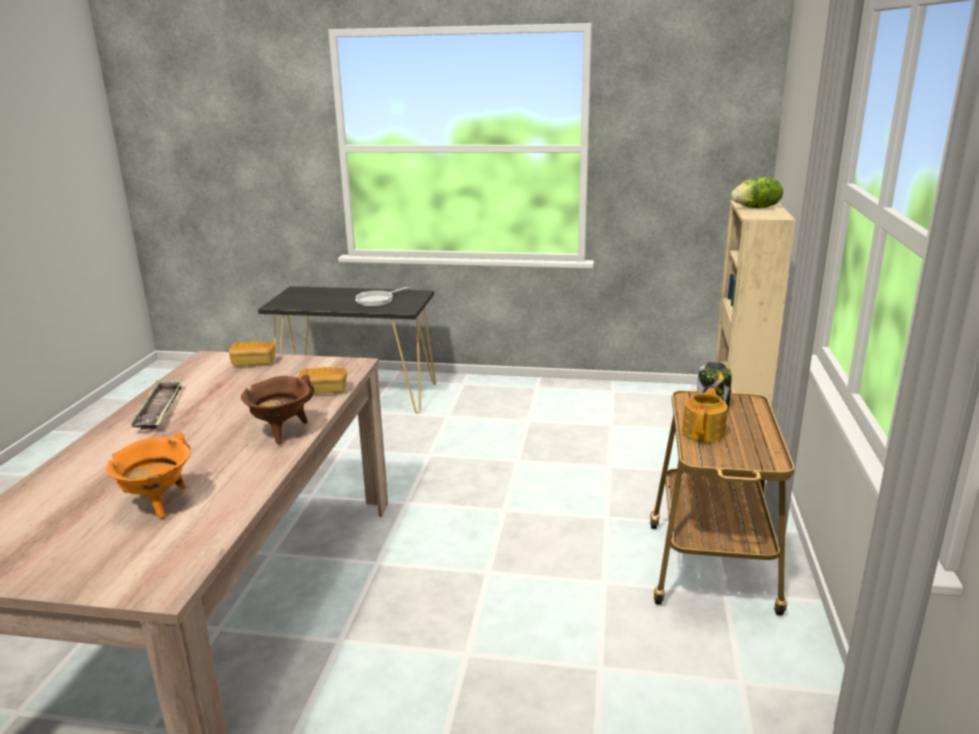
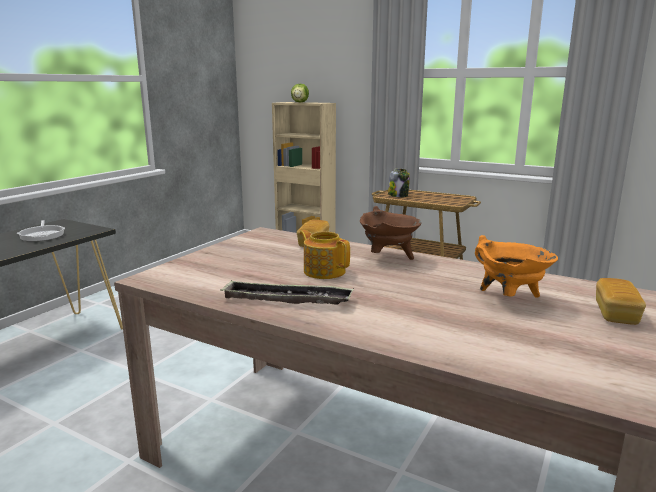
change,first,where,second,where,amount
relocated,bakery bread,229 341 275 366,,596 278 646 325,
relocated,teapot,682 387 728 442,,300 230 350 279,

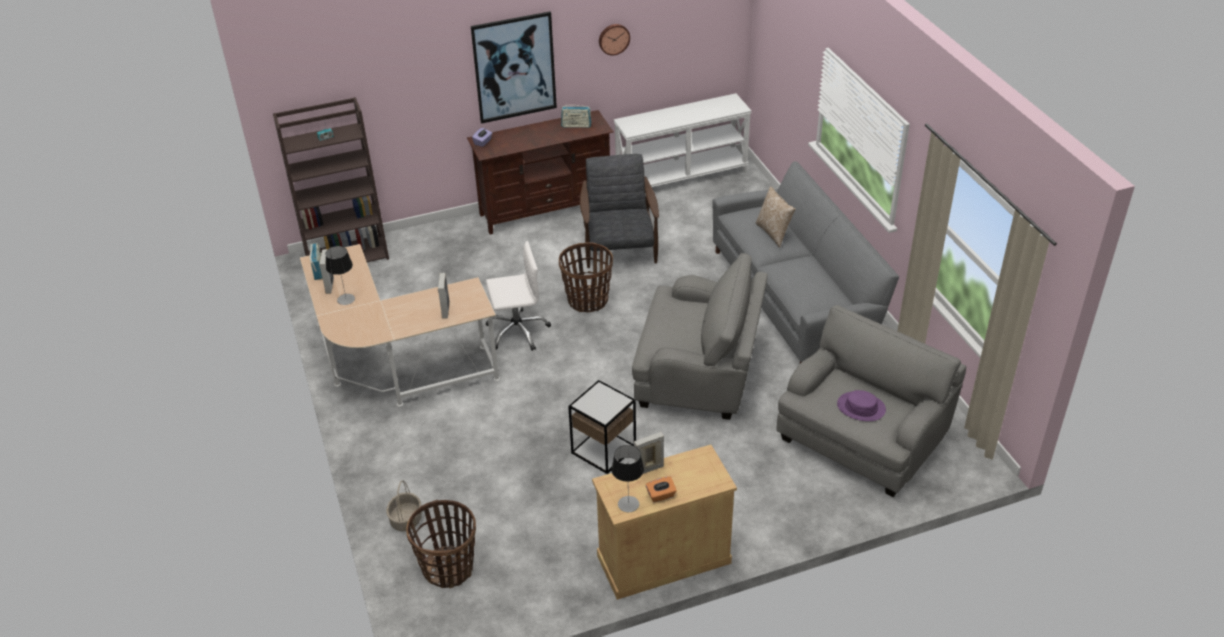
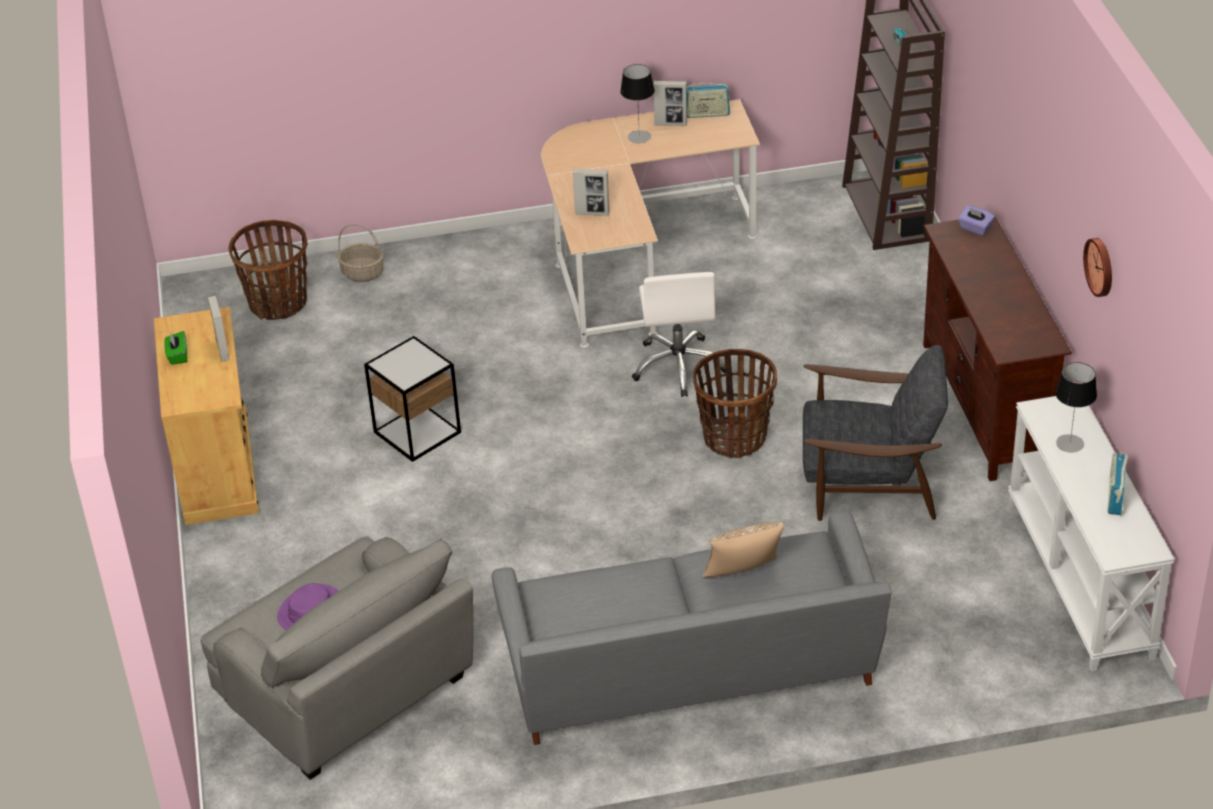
change,first,where,second,where,amount
missing,picture,471 11 557 124,,,
relocated,radio receiver,561 104 591 128,,1107 451 1128 515,
missing,easy chair (grey),632 253 768 420,,,
relocated,table lamp,612 445 644 512,,1055 362 1097 453,
colour,tissue box (orange),646 477 677 502,tissue box (green),164 331 187 365,

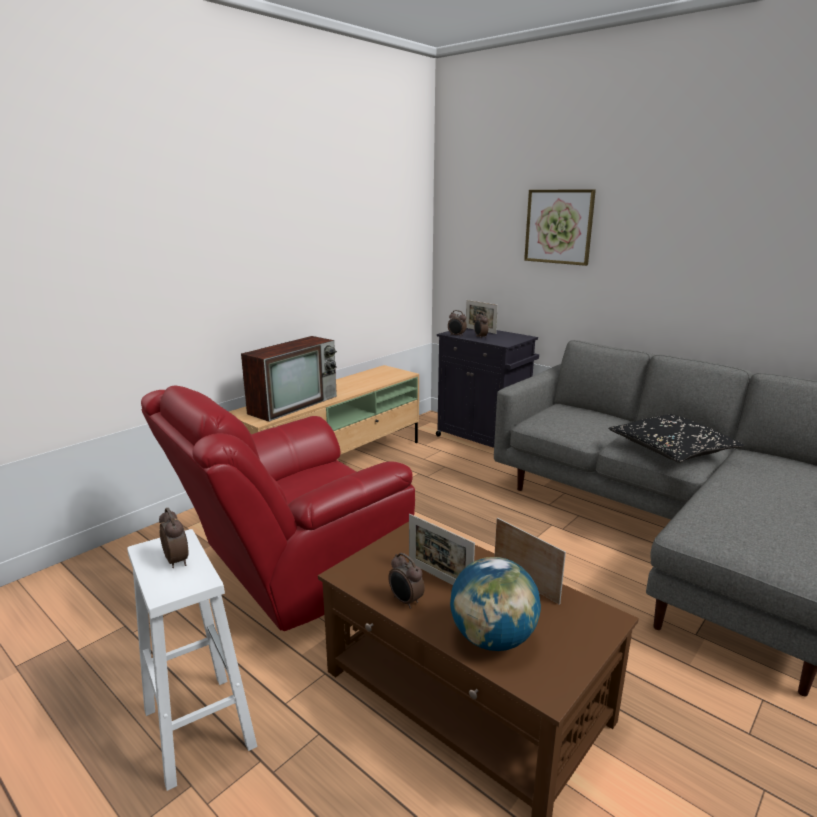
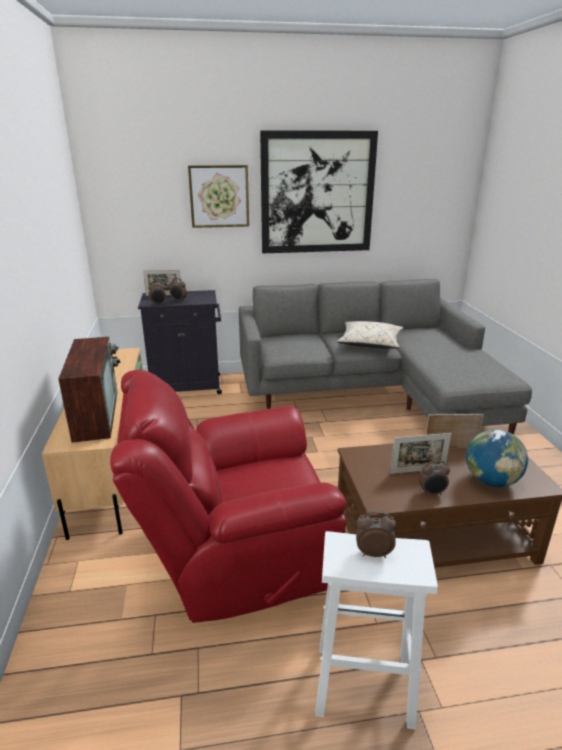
change,first,where,second,where,amount
spun,easy chair (red-coloured),141 386 415 631,,110 370 346 623,75 degrees clockwise
colour,cushion (black),609 414 744 463,cushion (beige-coloured),336 321 403 349,
appeared,,,picture,260 130 378 253,

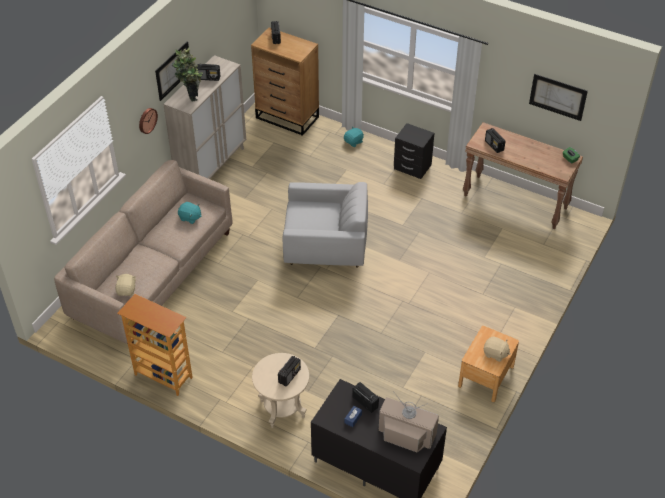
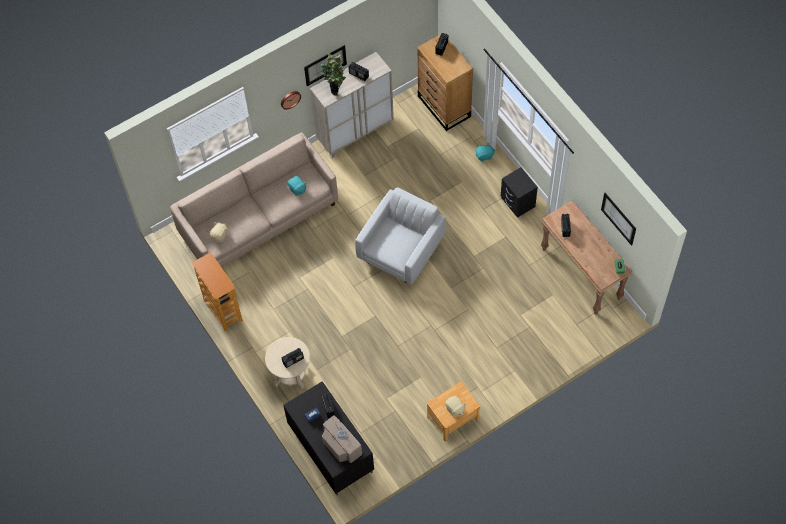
change,first,where,second,where,amount
spun,easy chair (white-coloured),282 182 368 268,,355 187 445 285,90 degrees counterclockwise

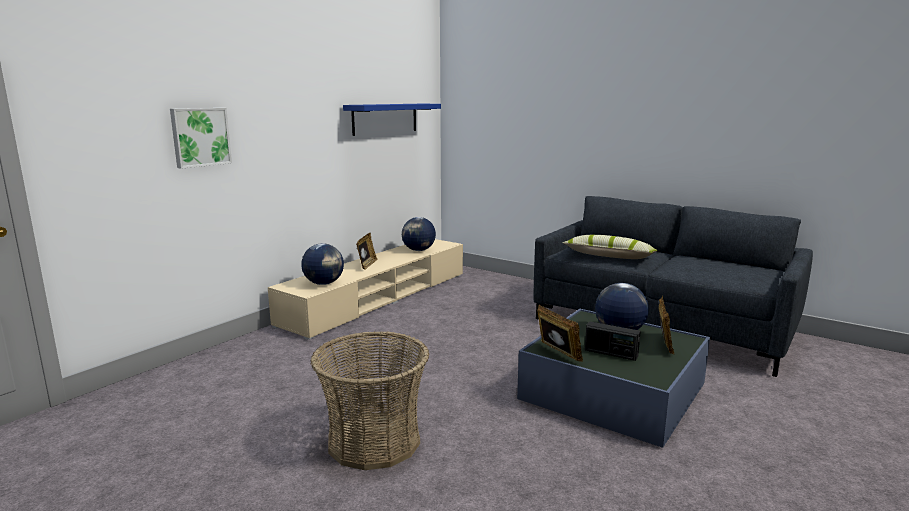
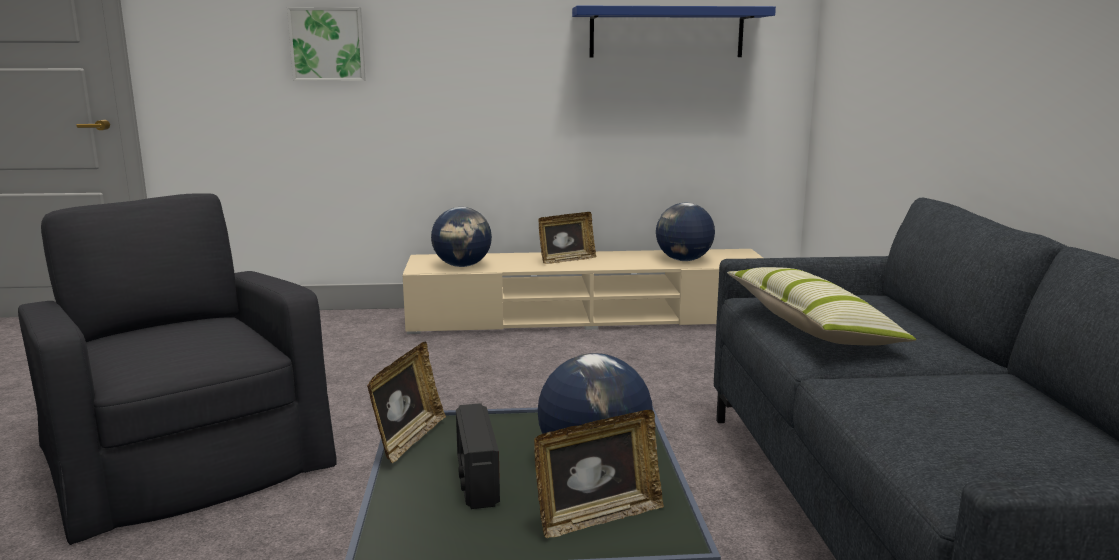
change,first,where,second,where,amount
exchanged,storage basket,311 331 429 470,easy chair (black),18 193 337 545,

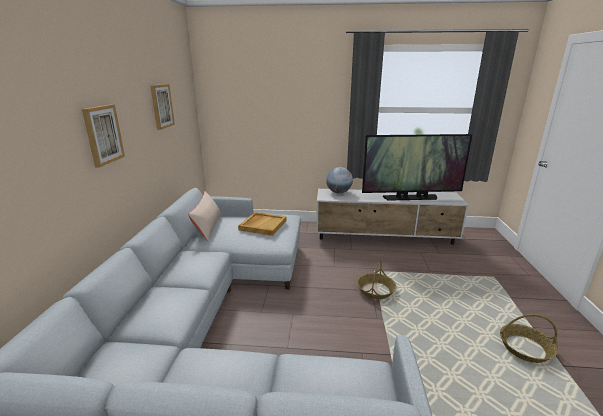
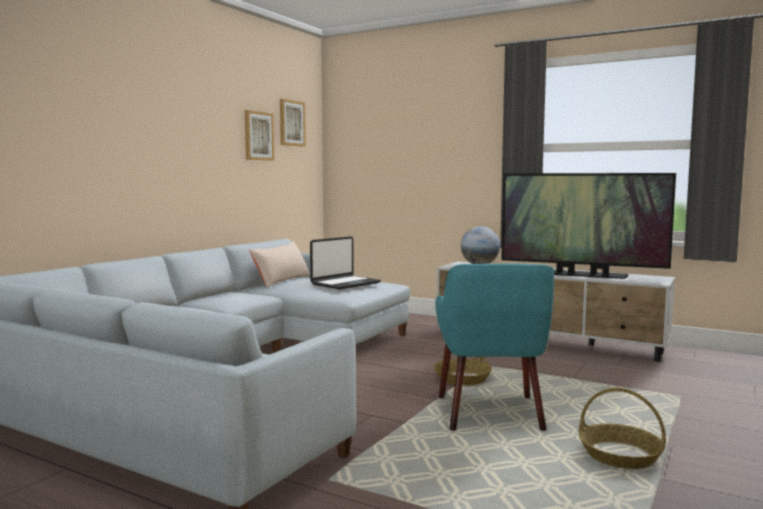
change,first,where,second,where,amount
relocated,picture,82 104 125 168,,280 99 306 147,
exchanged,serving tray (beige-coloured),238 212 287 236,notebook computer,310 236 381 290,
appeared,,,easy chair (blue-green),435 263 554 431,

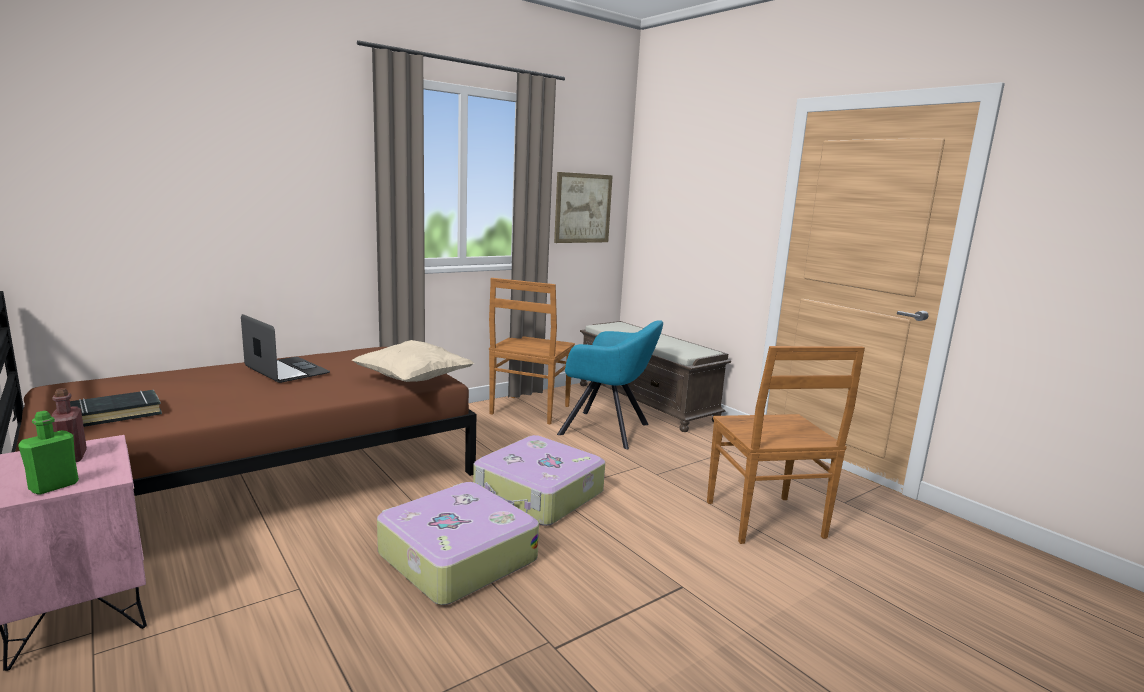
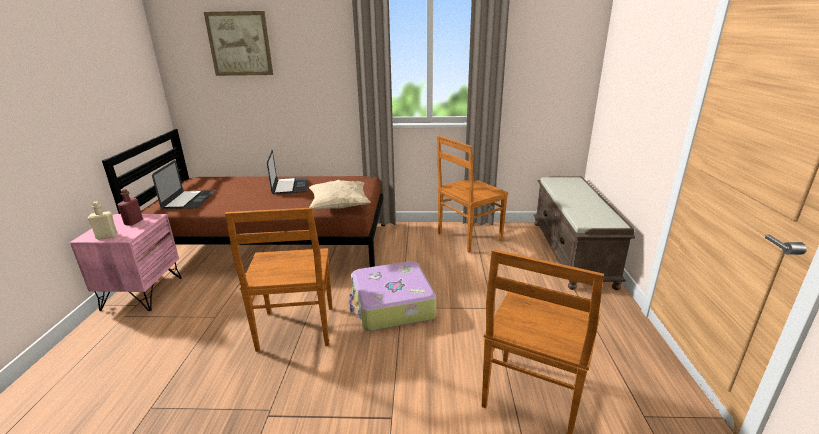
change,first,where,second,where,amount
relocated,picture,554 172 613 243,,204 11 273 76,
missing,easy chair (blue-green),557 320 663 449,,,
exchanged,book (black),70 390 162 427,notebook computer,152 160 215 209,
colour,bottle (green),18 411 79 495,bottle (beige-coloured),88 202 117 240,
exchanged,travel case,377 482 539 605,upright chair (brownish),225 208 333 352,

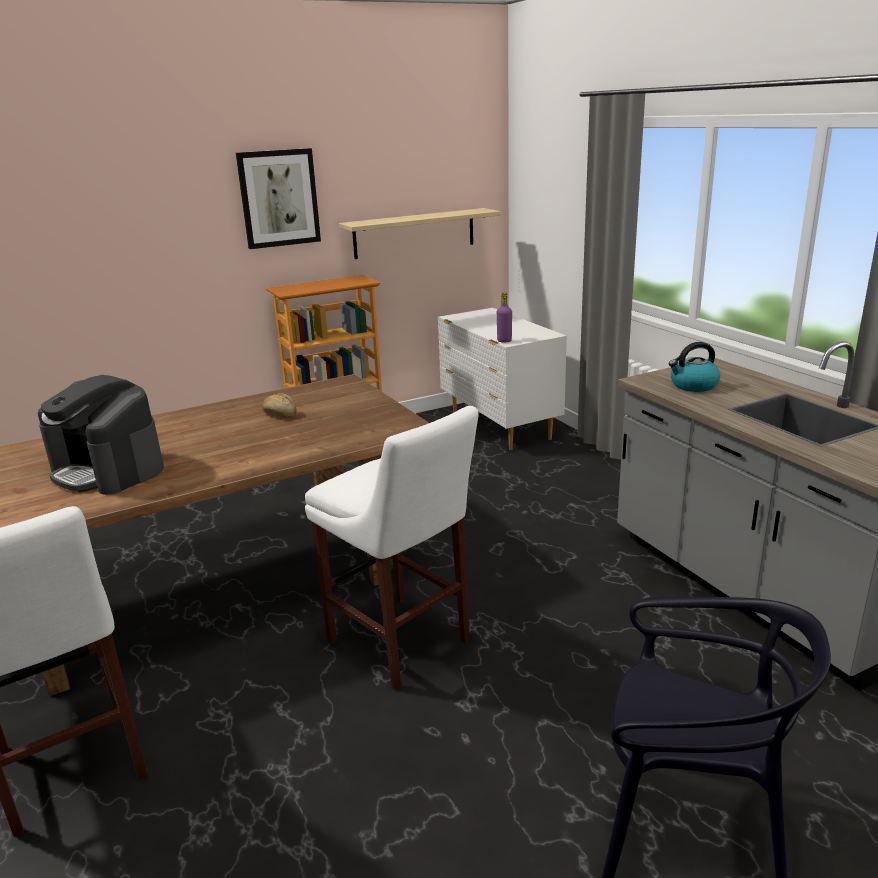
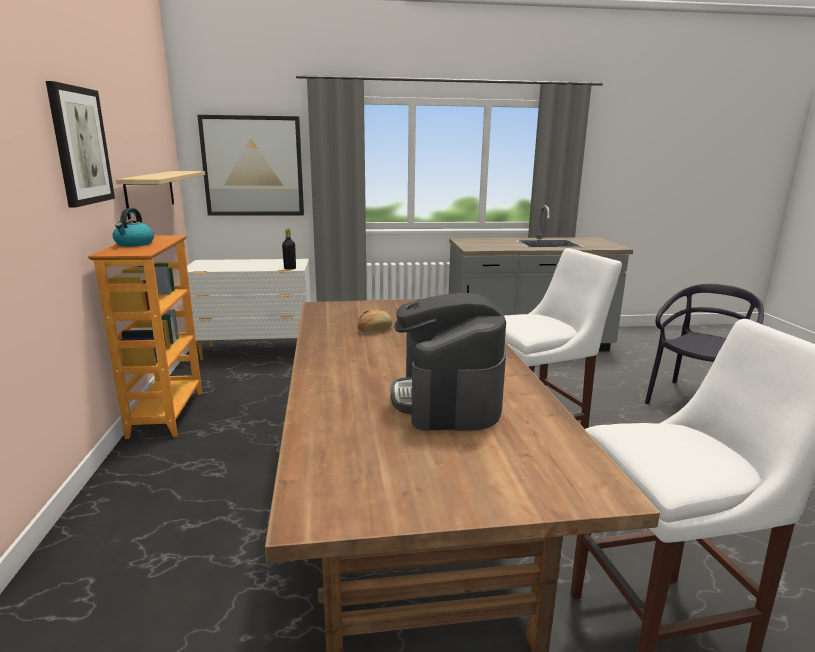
change,first,where,second,where,amount
colour,bottle (purplish),497 293 512 343,bottle (black),282 229 296 270,
relocated,tea kettle,669 342 720 392,,112 208 154 247,
spun,coffee brewer,38 375 164 495,,391 292 506 431,120 degrees clockwise
appeared,,,picture,197 115 304 216,

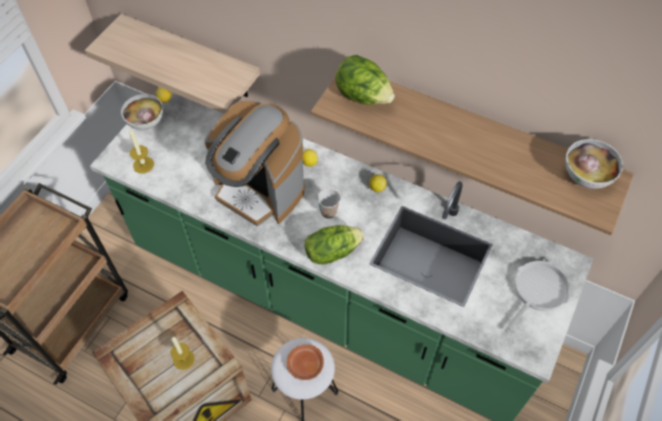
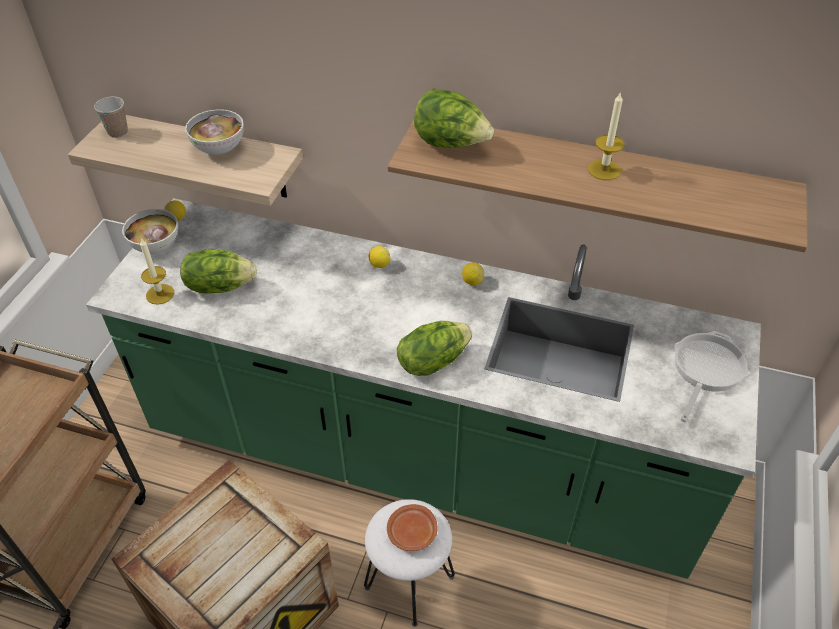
change,first,where,second,where,amount
missing,coffee brewer,205 100 305 227,,,
relocated,deep dish,565 139 623 189,,185 109 244 155,
relocated,small cup,317 188 340 219,,94 97 128 138,
relocated,wax candle,171 337 195 370,,588 91 625 180,
appeared,,,head of lettuce,180 249 257 294,

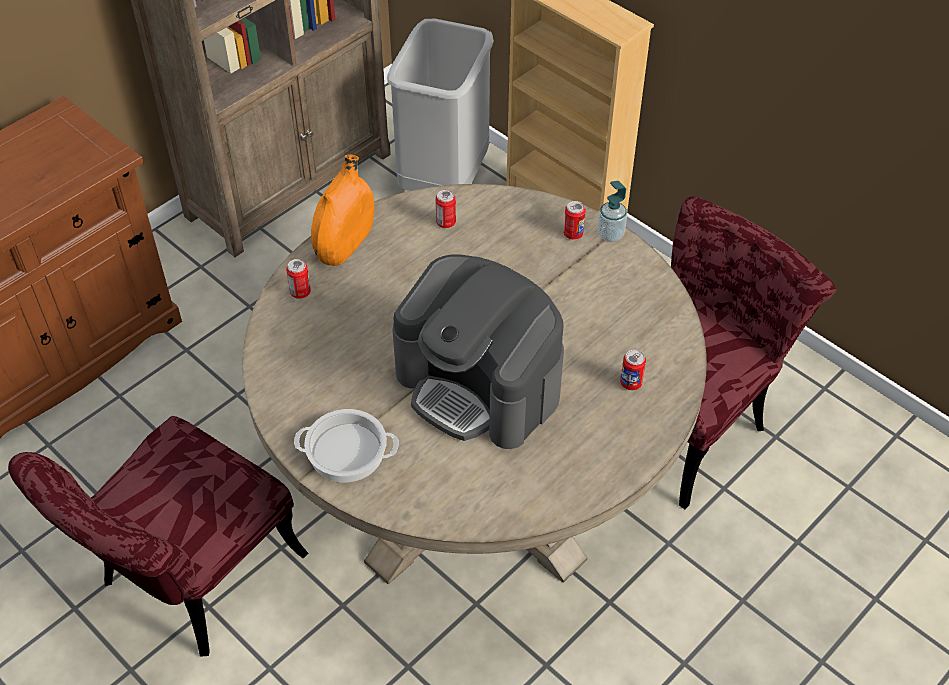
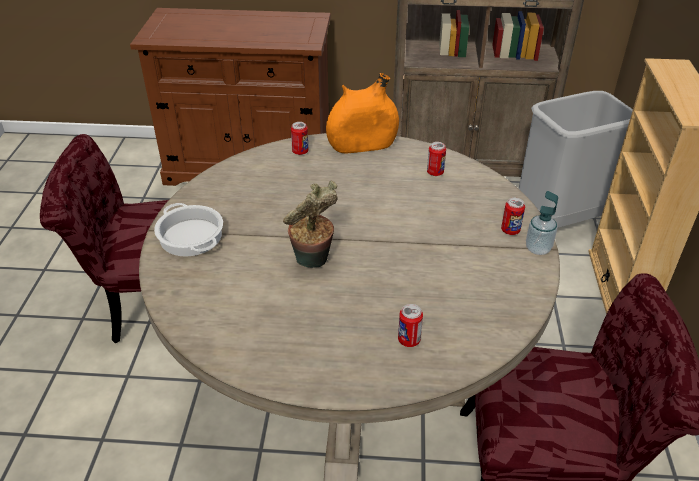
change,first,where,second,where,amount
exchanged,coffee brewer,392 255 564 449,houseplant,283 181 338 268,

